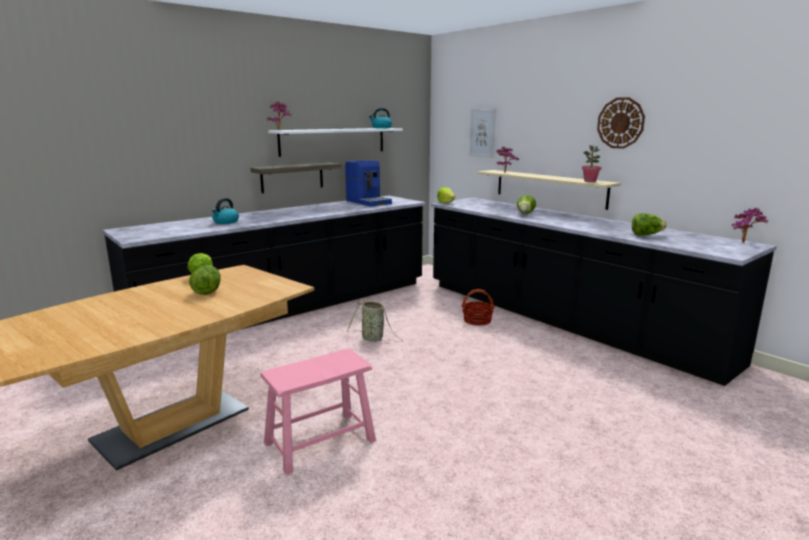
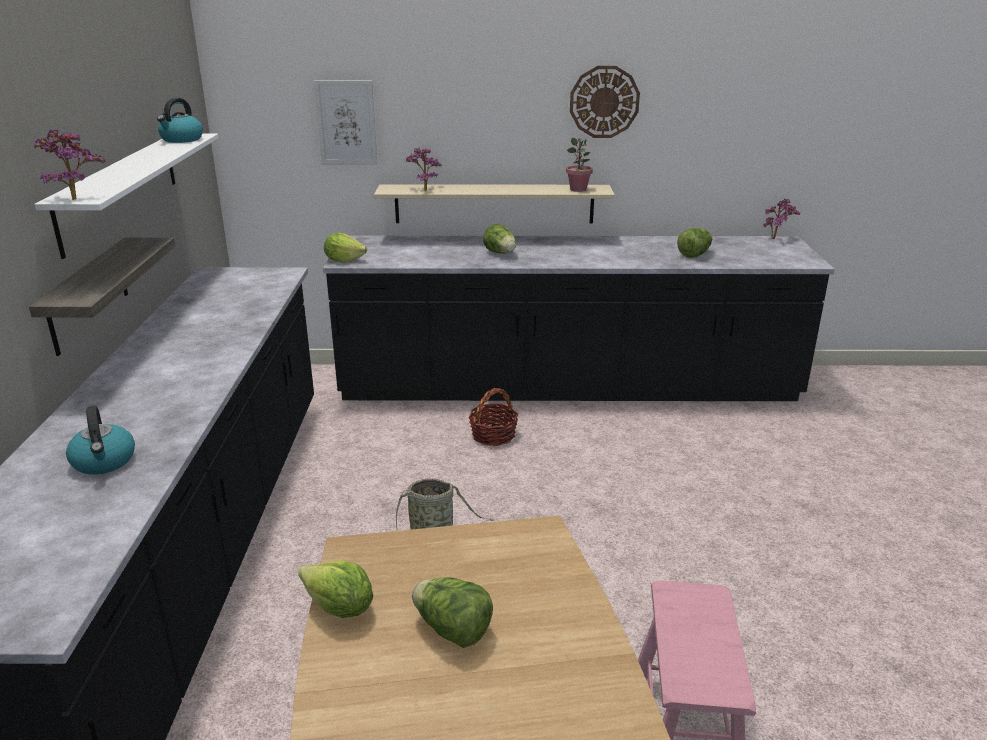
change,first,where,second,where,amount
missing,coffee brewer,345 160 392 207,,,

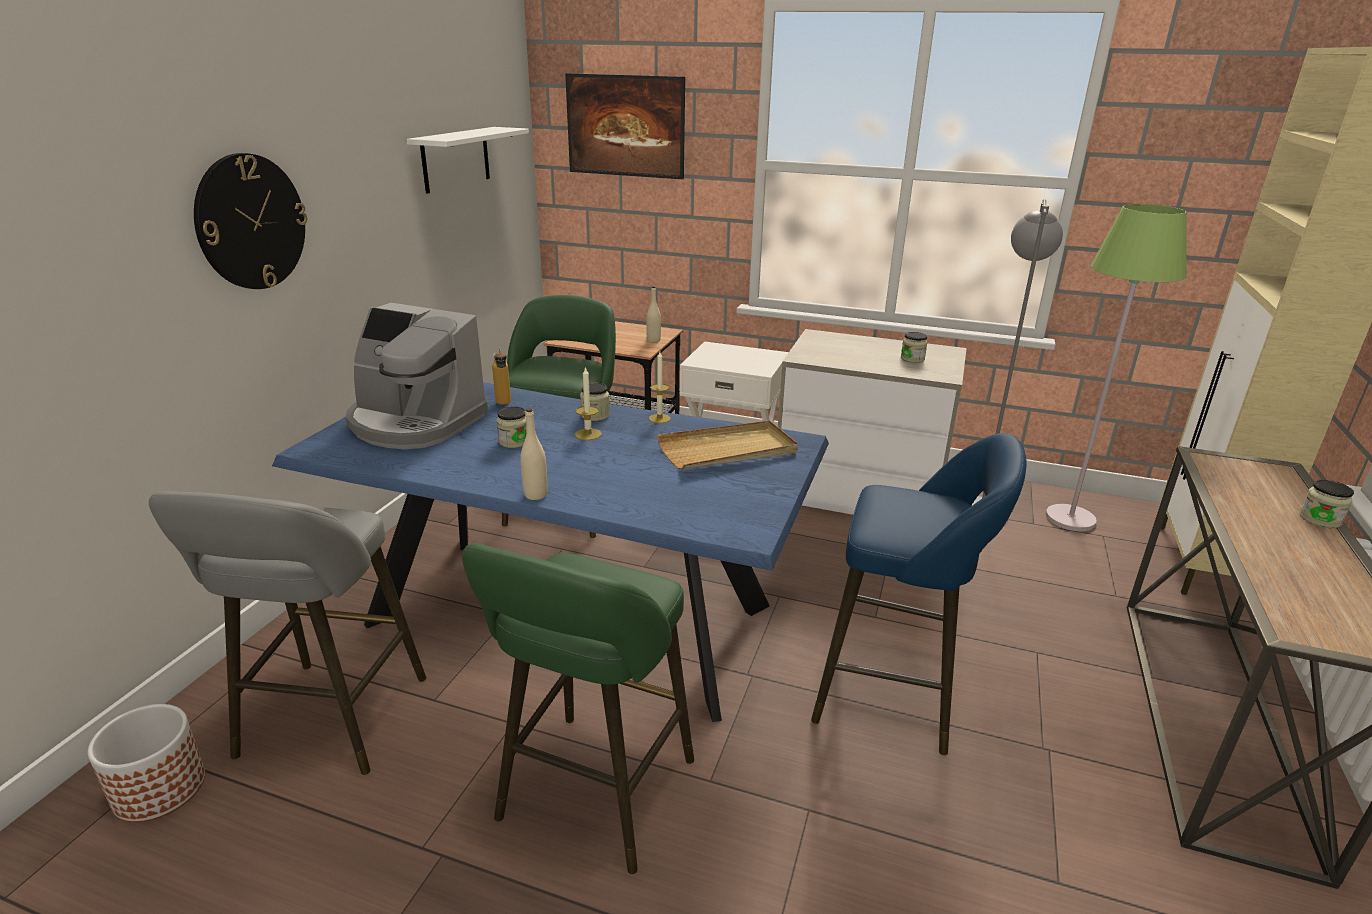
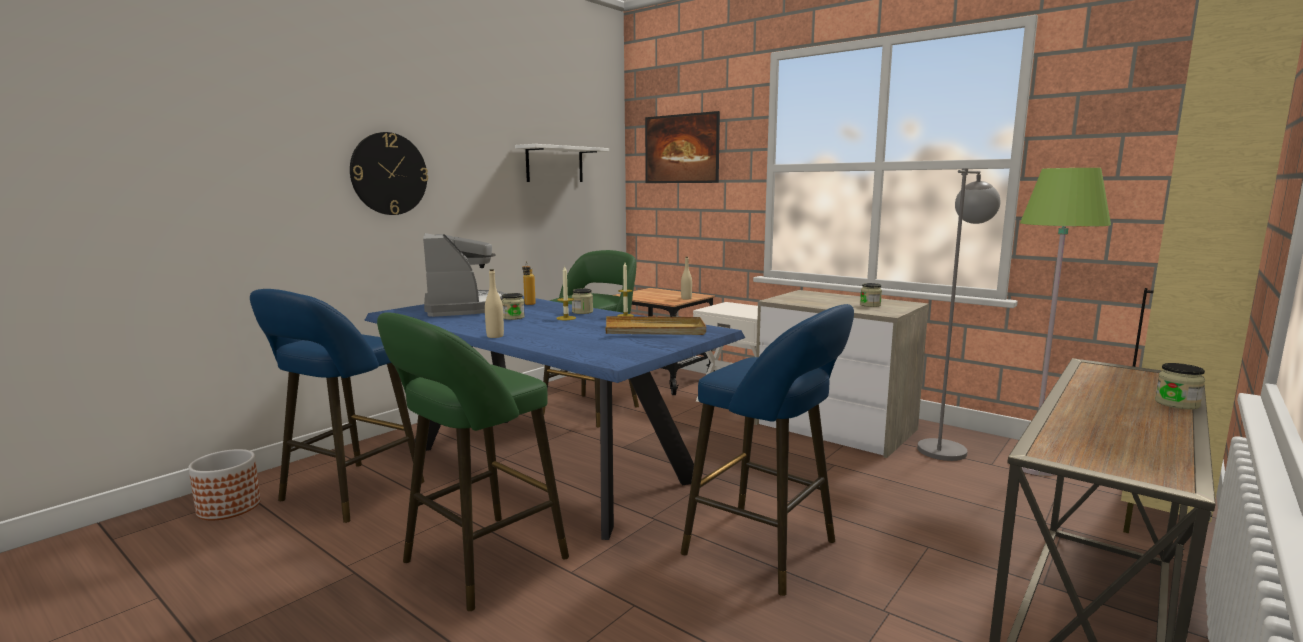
change,first,where,second,where,amount
spun,coffee brewer,345 303 488 449,,423 233 505 317,150 degrees counterclockwise
colour,stool (grey),149 491 426 775,stool (blue),250 289 424 523,

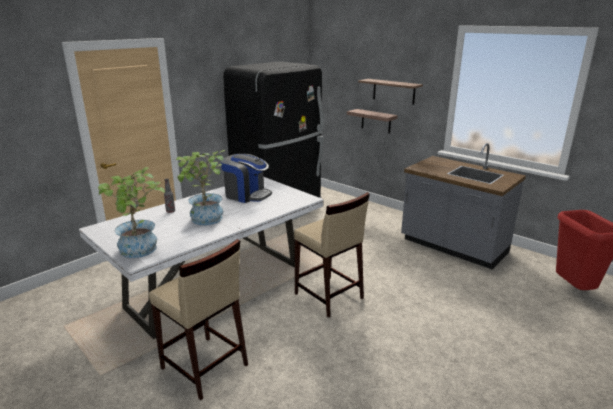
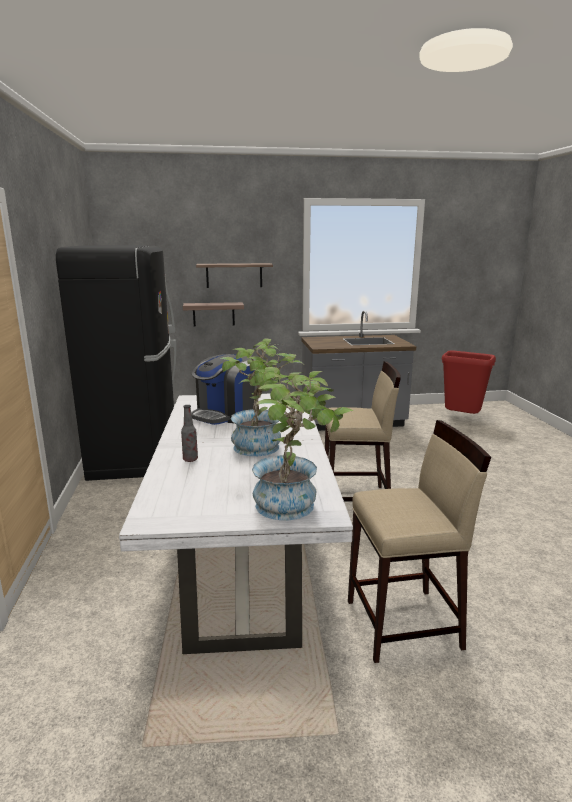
change,first,where,second,where,amount
spun,coffee brewer,221 153 272 203,,191 354 255 425,150 degrees clockwise

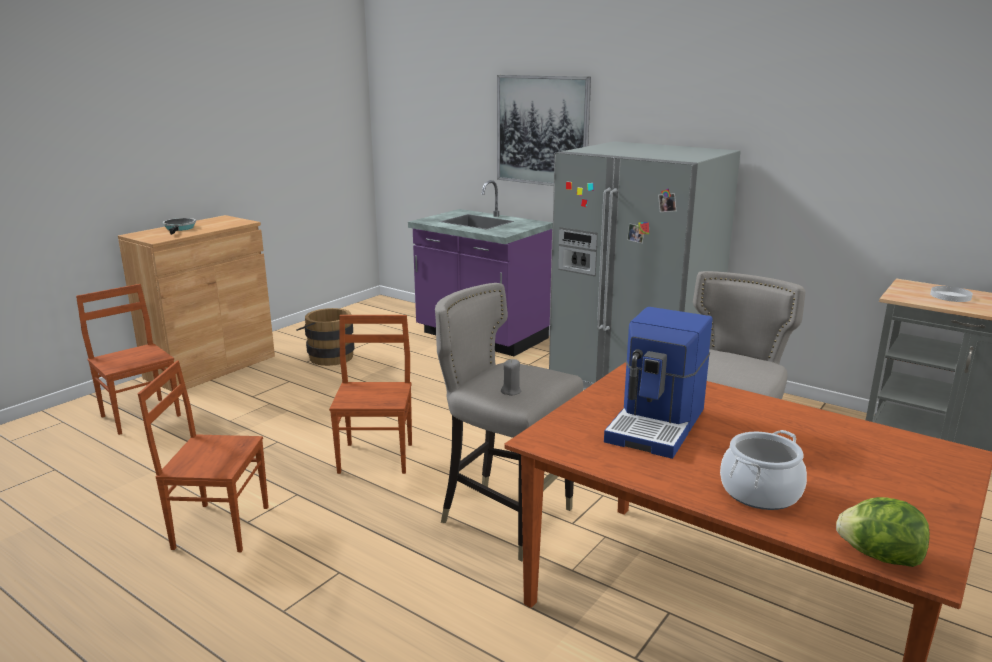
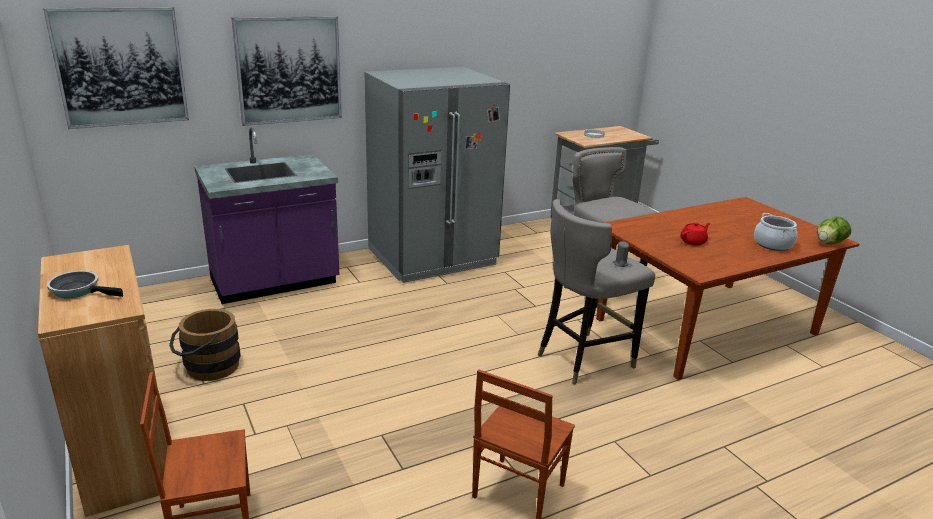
change,first,where,second,where,amount
exchanged,coffee brewer,604 307 713 459,teapot (red-coloured),681 222 710 246,
missing,upright chair (brownish),329 315 412 474,,,
appeared,,,picture,43 7 189 129,

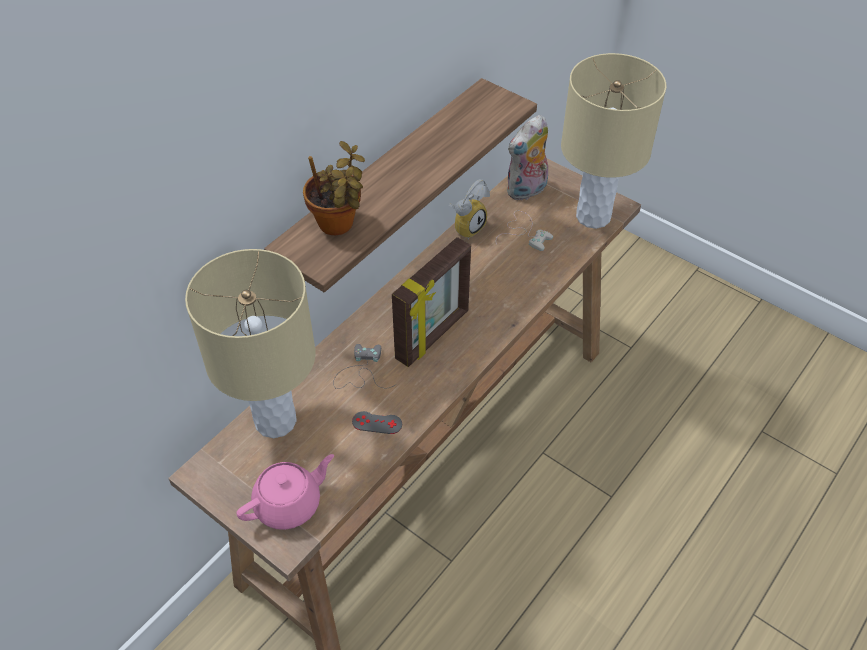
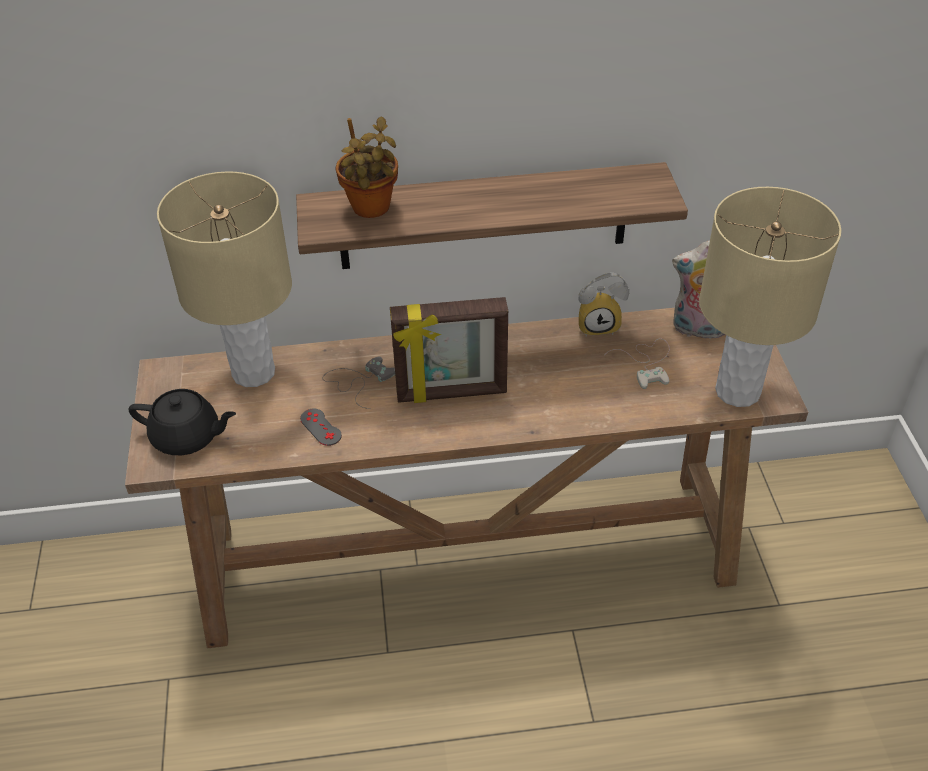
change,first,where,second,where,amount
colour,teapot (pink),237 454 334 530,teapot (black),129 389 236 455,

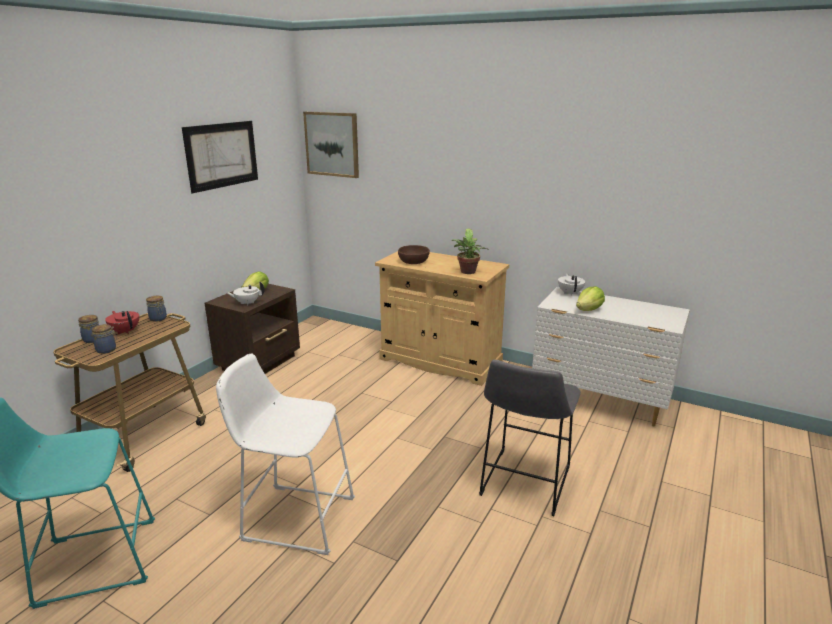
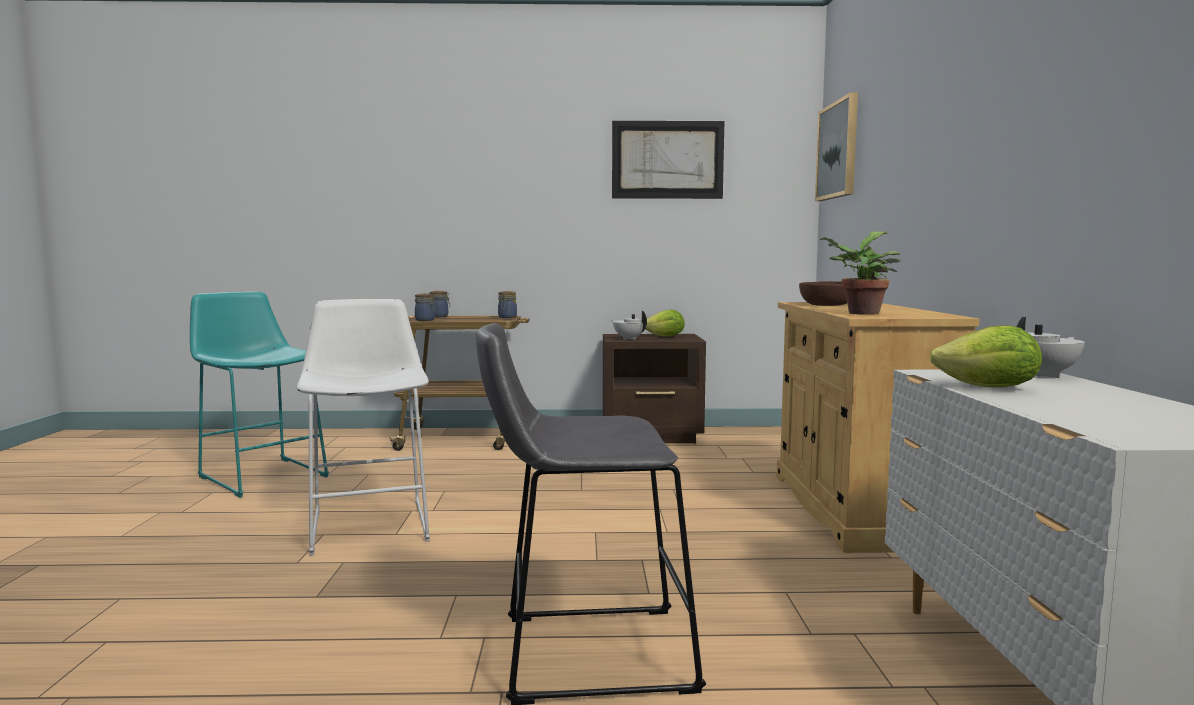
change,first,where,second,where,amount
missing,teapot (red-coloured),105 311 139 334,,,

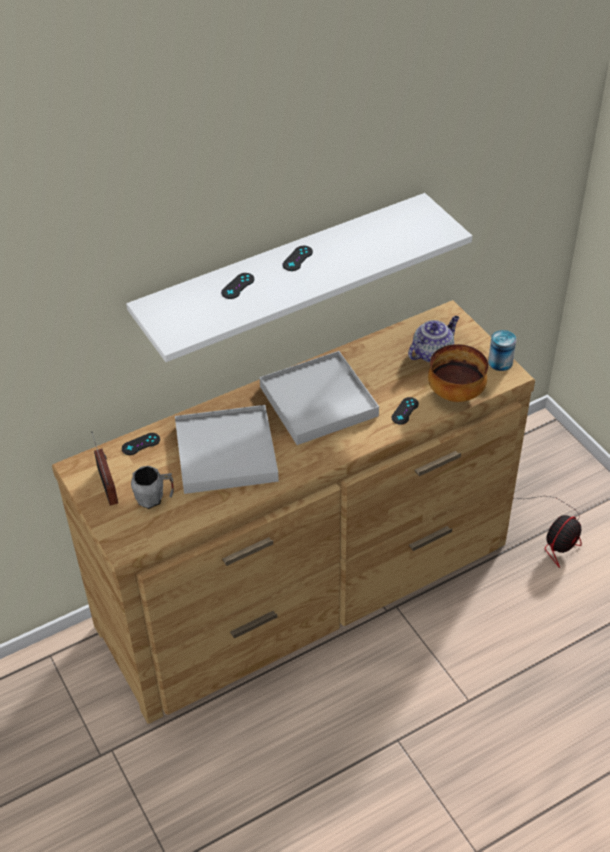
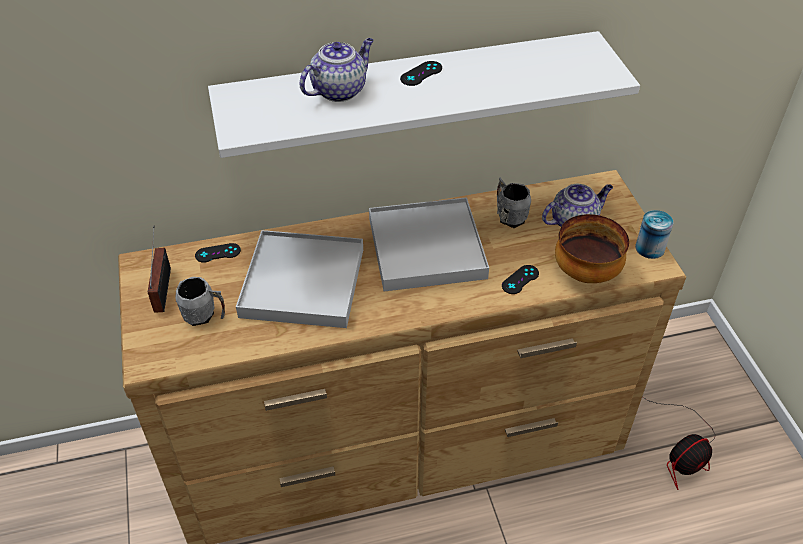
change,first,where,second,where,amount
exchanged,joypad (black),221 273 254 299,teapot,300 38 374 102,
appeared,,,mug (grey),497 177 531 228,

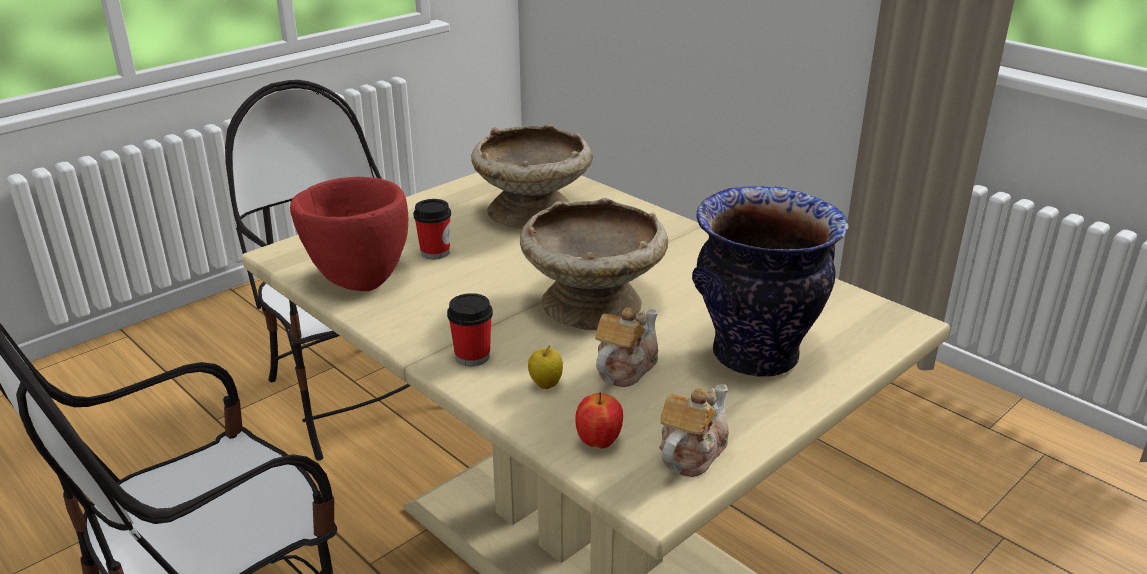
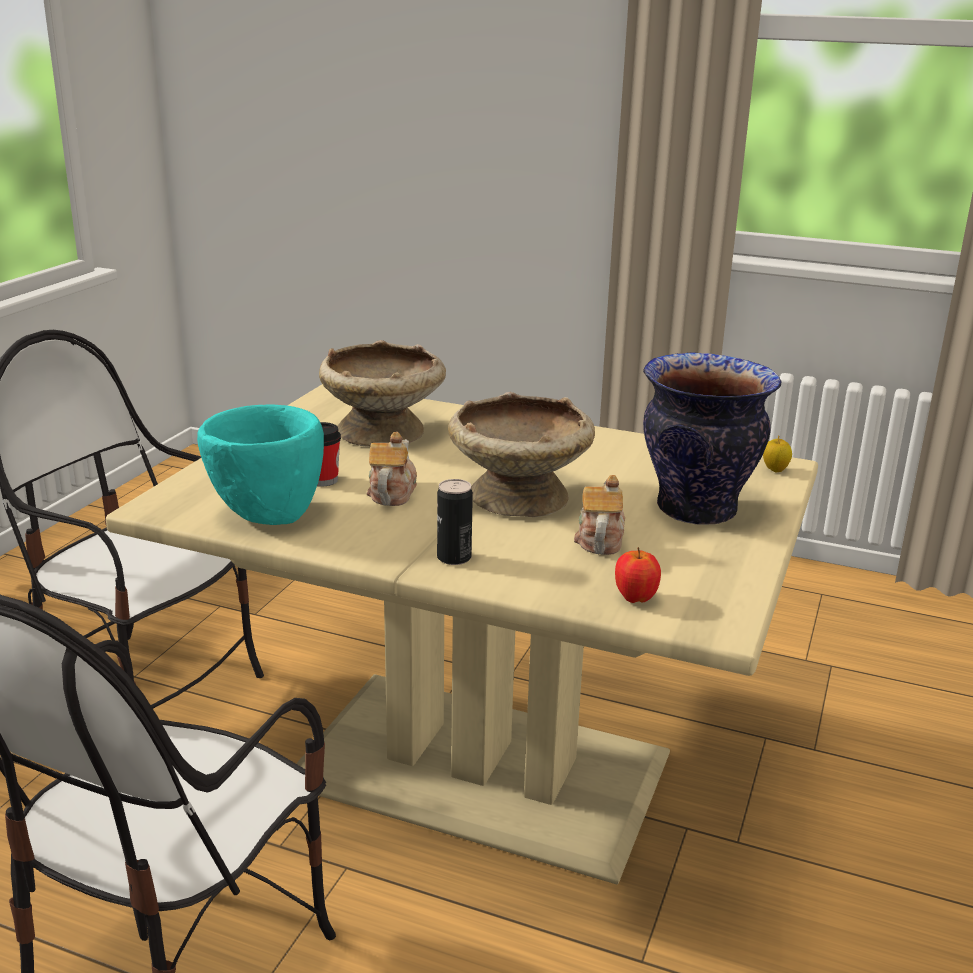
change,first,where,second,where,amount
colour,deep dish (red-coloured),290 177 408 291,deep dish (blue-green),197 404 324 525,
exchanged,small cup,447 293 493 366,metal can,437 479 473 565,
relocated,whole apple,528 346 563 389,,763 435 792 473,
relocated,teapot,659 384 729 477,,367 432 417 506,

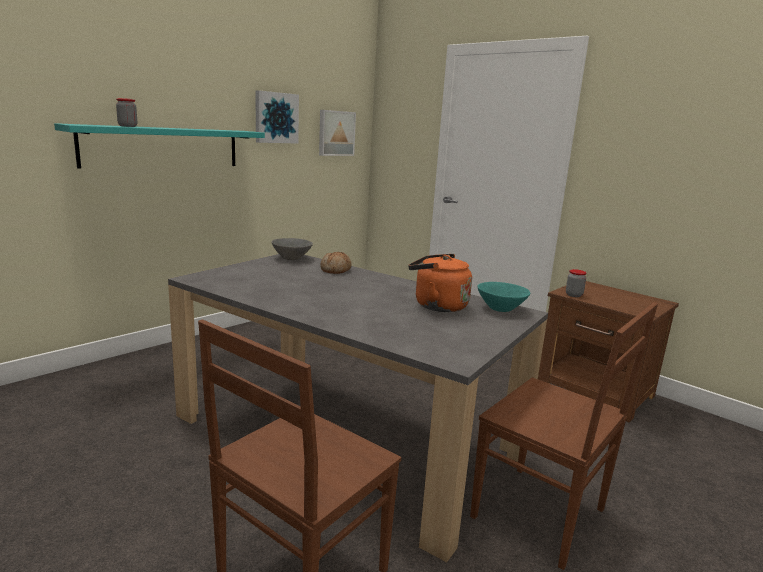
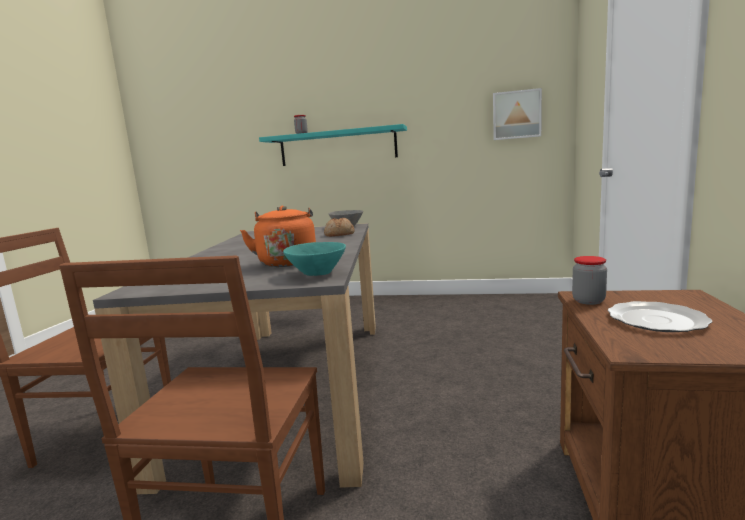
change,first,where,second,where,amount
missing,picture,255 90 299 144,,,
appeared,,,flat dish,608 301 712 332,

